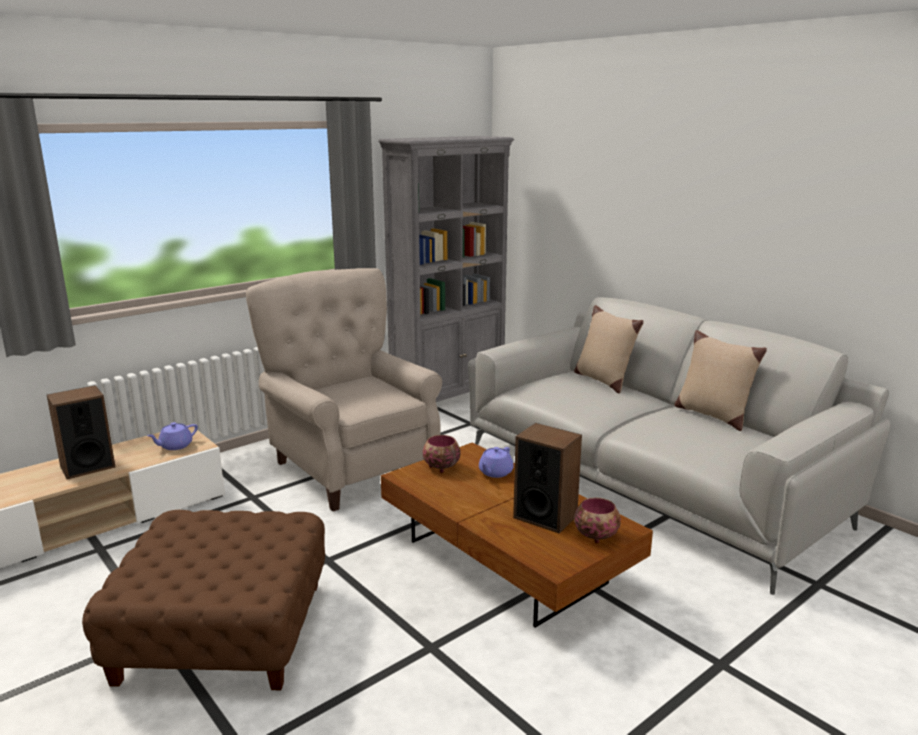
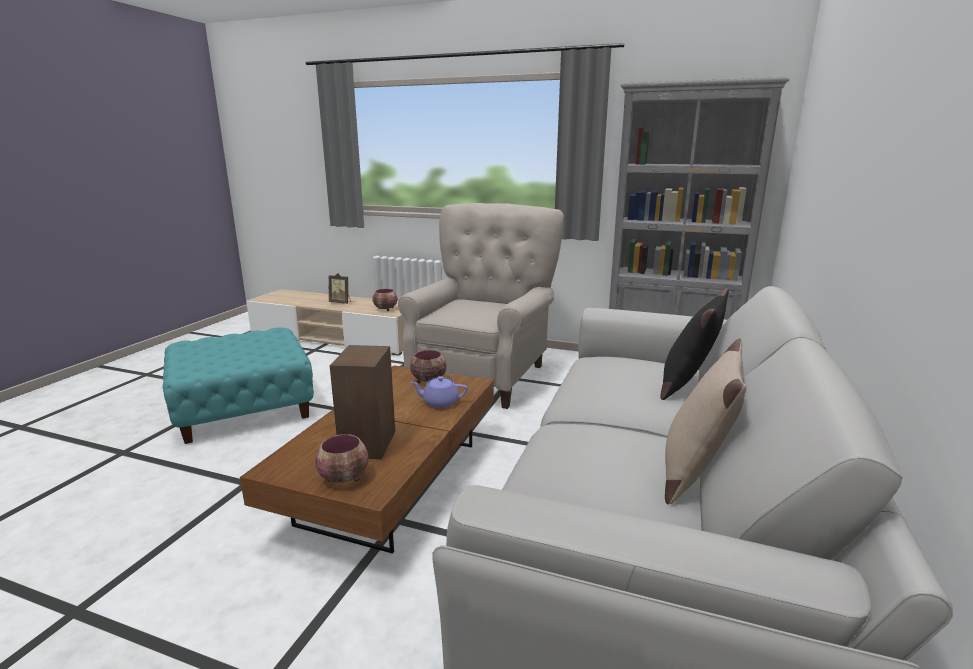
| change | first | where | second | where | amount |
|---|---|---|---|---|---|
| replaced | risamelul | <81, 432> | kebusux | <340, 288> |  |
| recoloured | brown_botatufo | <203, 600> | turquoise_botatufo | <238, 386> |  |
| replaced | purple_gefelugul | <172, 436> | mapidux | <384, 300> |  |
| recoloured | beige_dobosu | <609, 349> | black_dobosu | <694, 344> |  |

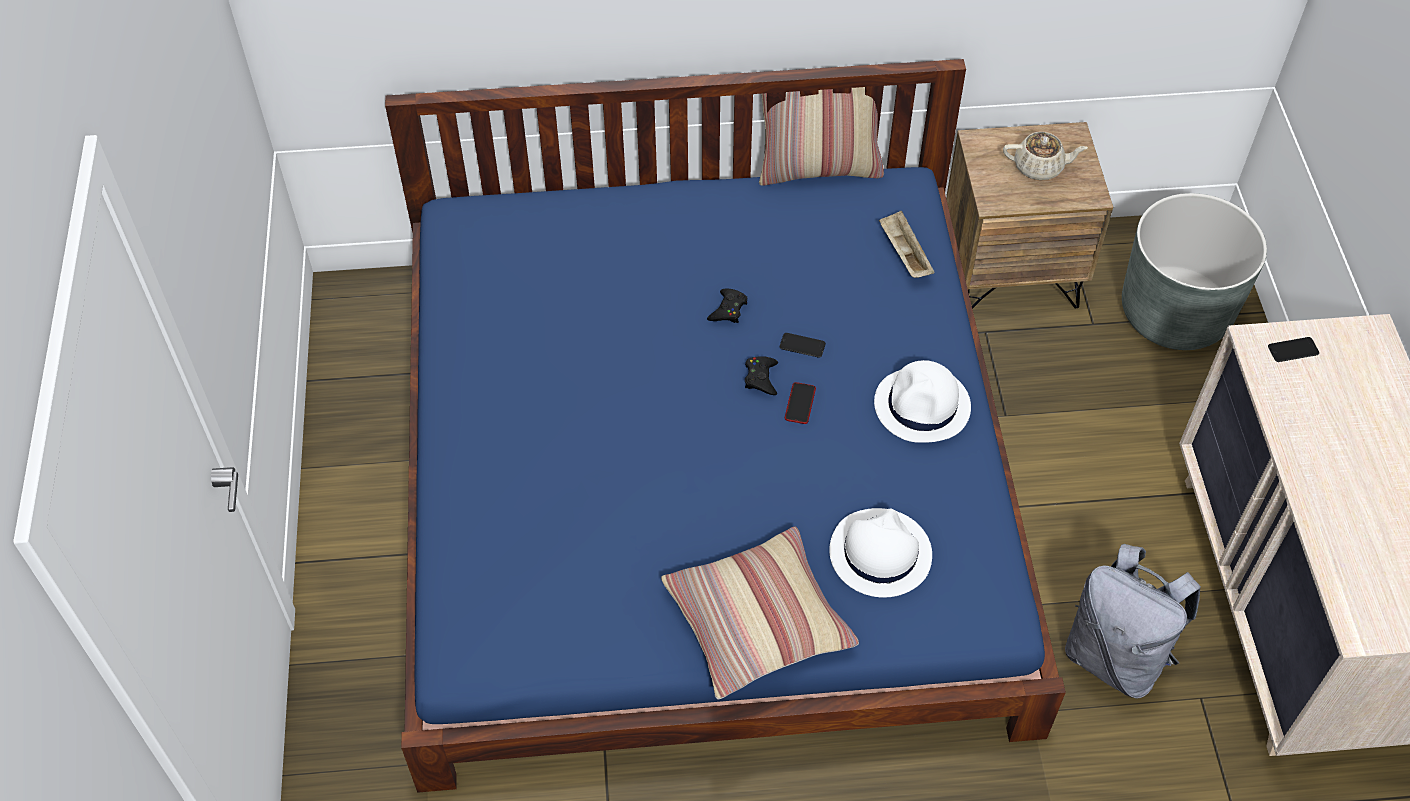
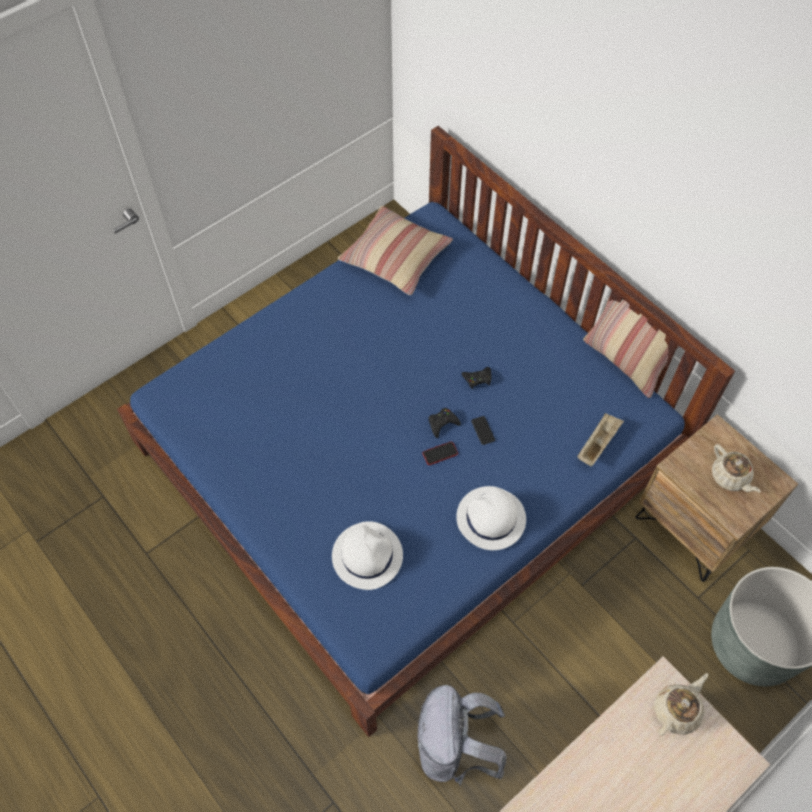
| change | first | where | second | where | amount |
|---|---|---|---|---|---|
| moved | dobosu | <760, 613> |  | <395, 250> |  |
| replaced | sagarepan | <1293, 349> | beige_gefelugul | <681, 704> |  |

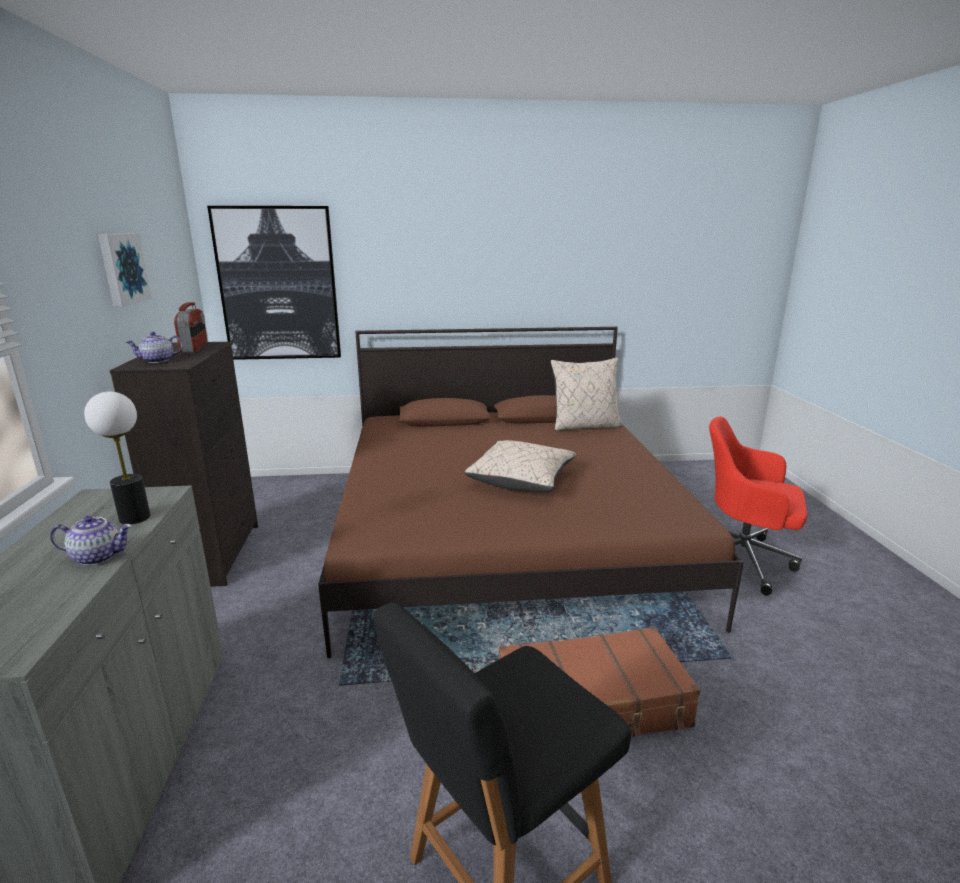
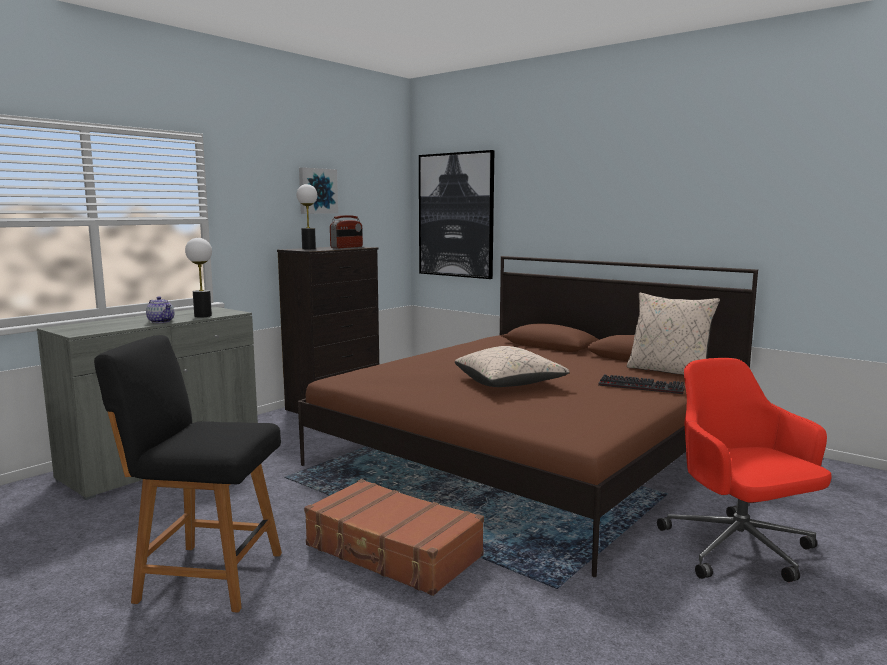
| change | first | where | second | where | amount |
|---|---|---|---|---|---|
| replaced | gefelugul | <154, 347> | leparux | <307, 216> |  |
| added |  |  | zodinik | <641, 384> |  |

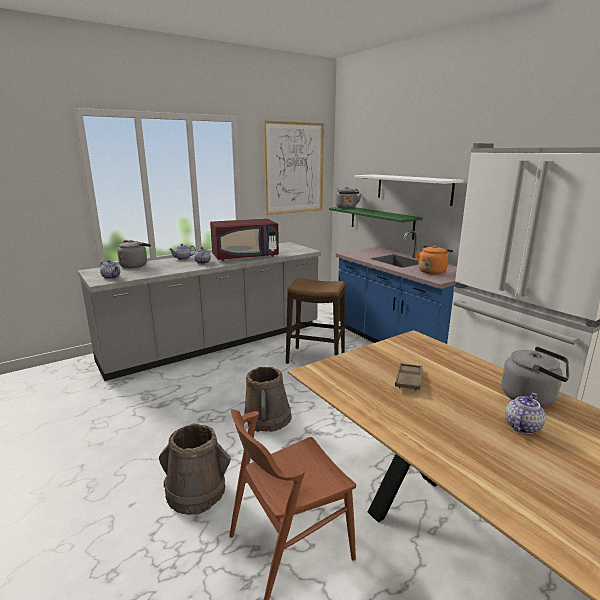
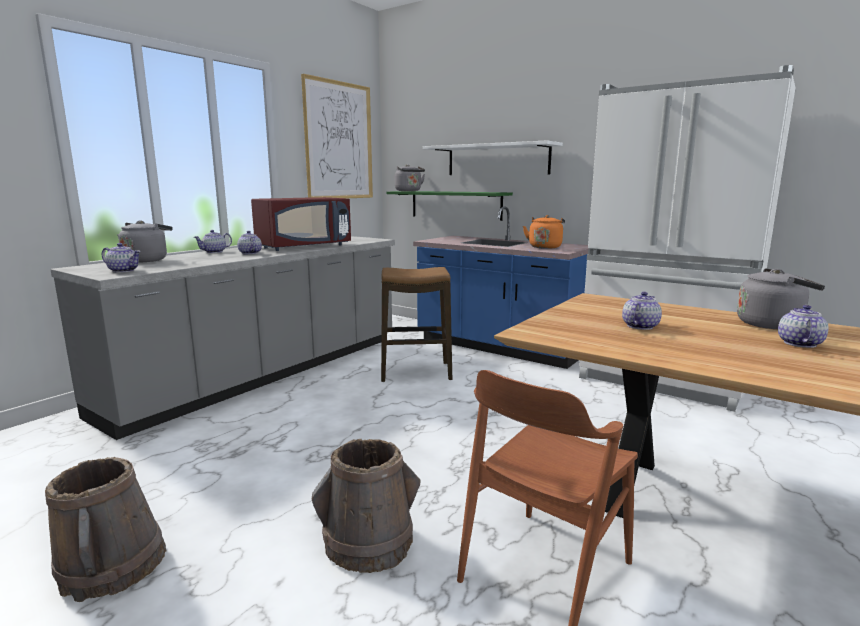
| change | first | where | second | where | amount |
|---|---|---|---|---|---|
| moved | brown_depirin | <268, 399> |  | <105, 529> |  |
| replaced | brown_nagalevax | <408, 377> | gefelugul | <642, 311> |  |

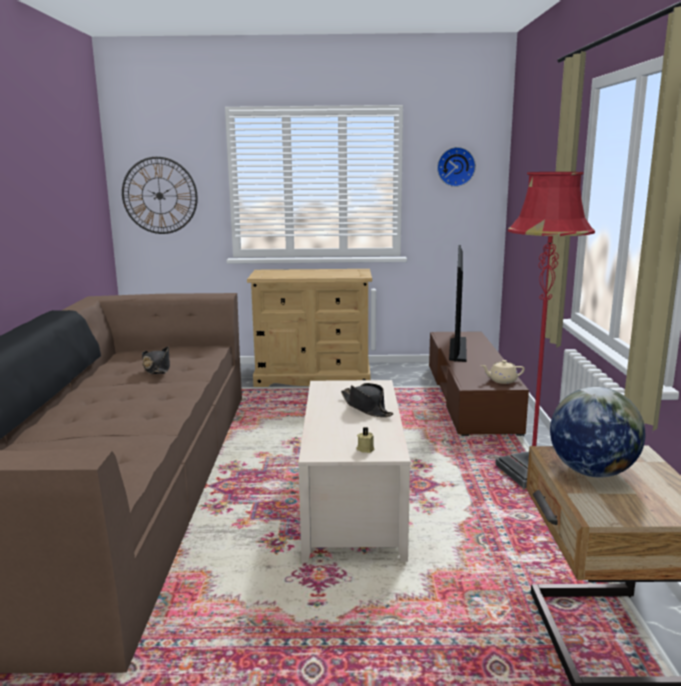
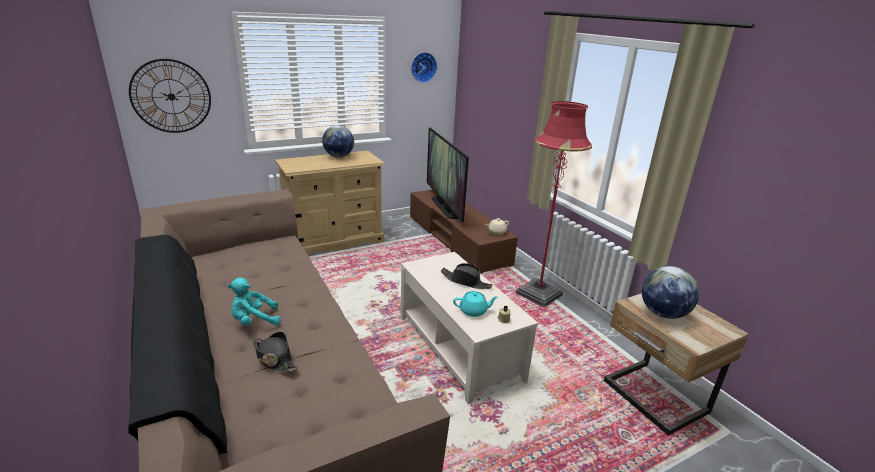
| change | first | where | second | where | amount |
|---|---|---|---|---|---|
| moved | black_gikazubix | <156, 360> |  | <275, 351> |  |
| added |  |  | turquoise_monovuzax | <254, 302> |  |
| added |  |  | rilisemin | <338, 141> |  |
| added |  |  | turquoise_gefelugul | <475, 304> |  |

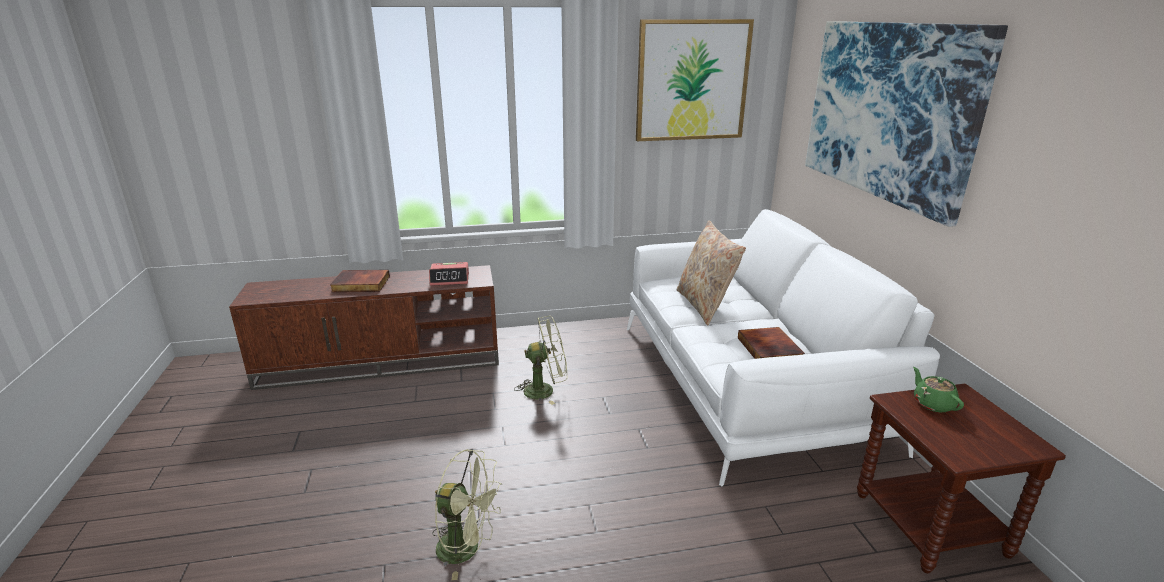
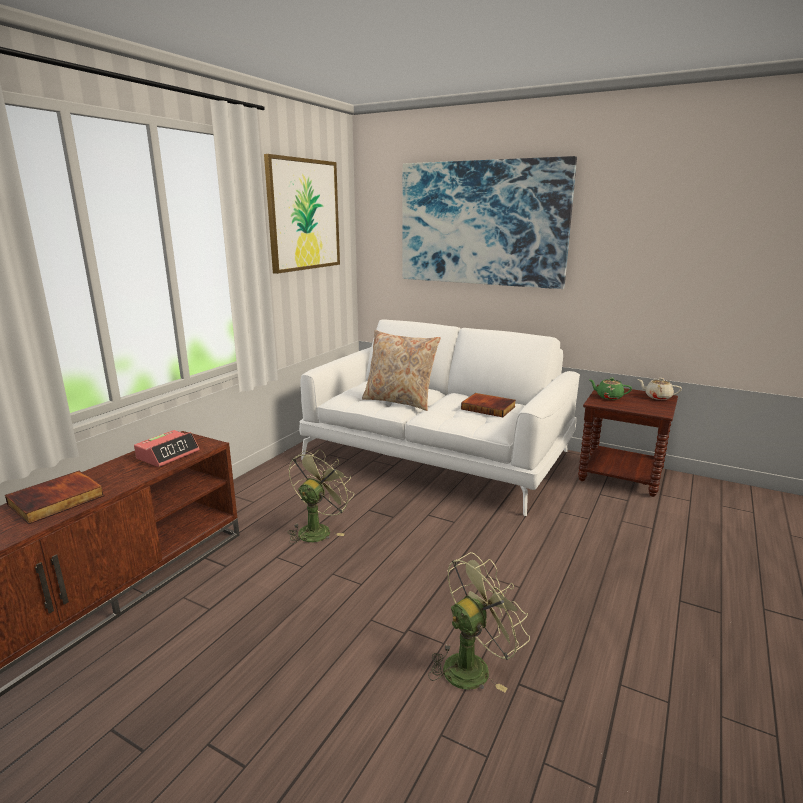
| change | first | where | second | where | amount |
|---|---|---|---|---|---|
| added |  |  | beige_gefelugul | <659, 389> |  |

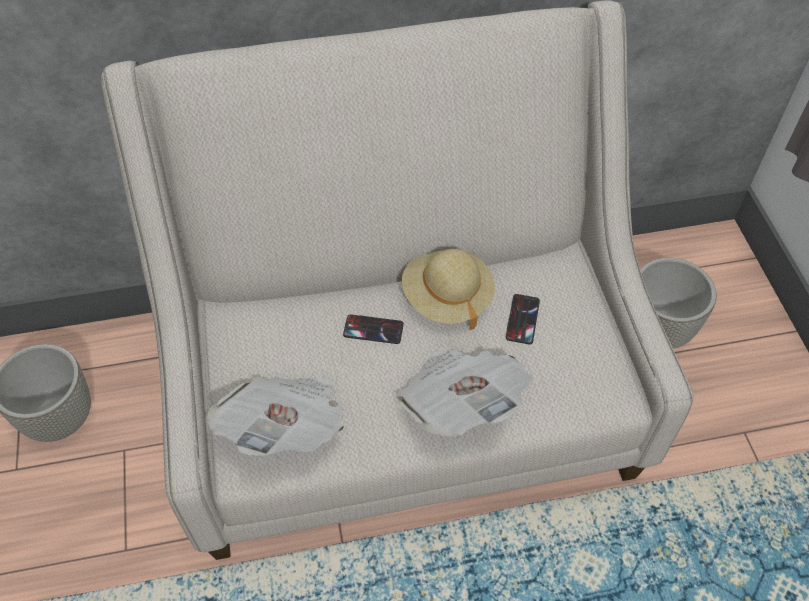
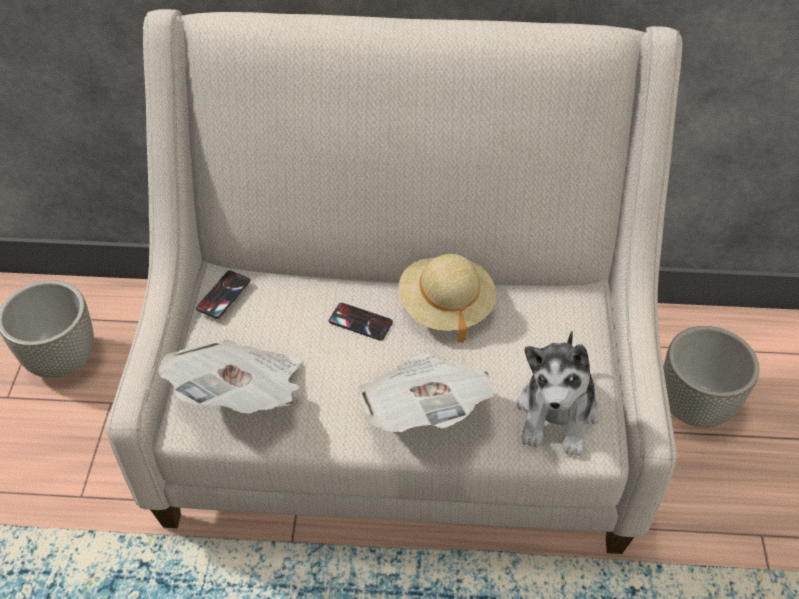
| change | first | where | second | where | amount |
|---|---|---|---|---|---|
| moved | sagarepan | <523, 319> |  | <223, 294> |  |
| added |  |  | monovuzax | <558, 393> |  |

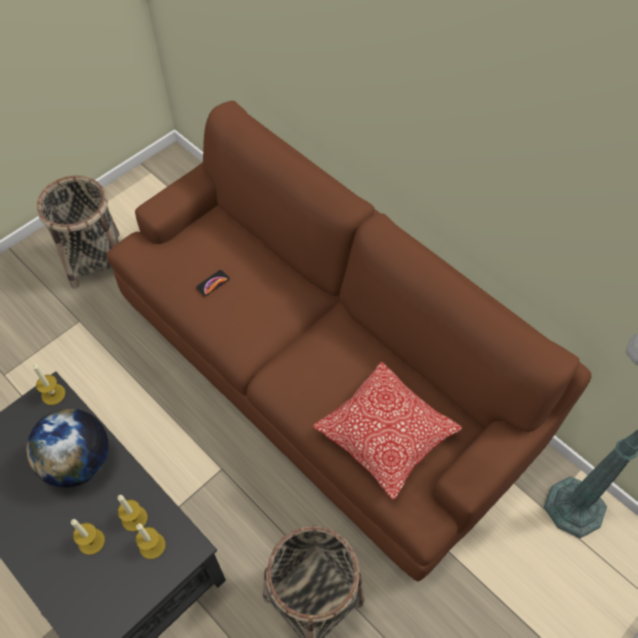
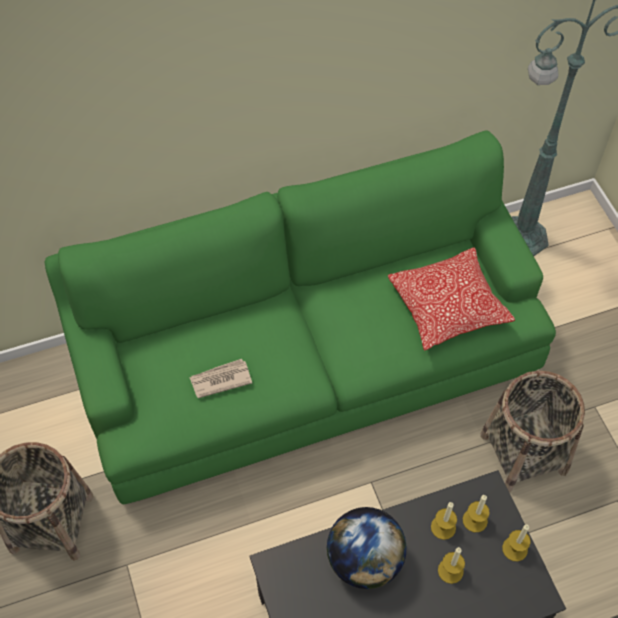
| change | first | where | second | where | amount |
|---|---|---|---|---|---|
| moved | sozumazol | <49, 384> |  | <516, 543> |  |
| recoloured | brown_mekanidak | <349, 341> | green_mekanidak | <300, 317> |  |
| replaced | sagarepan | <213, 283> | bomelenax | <220, 378> |  |

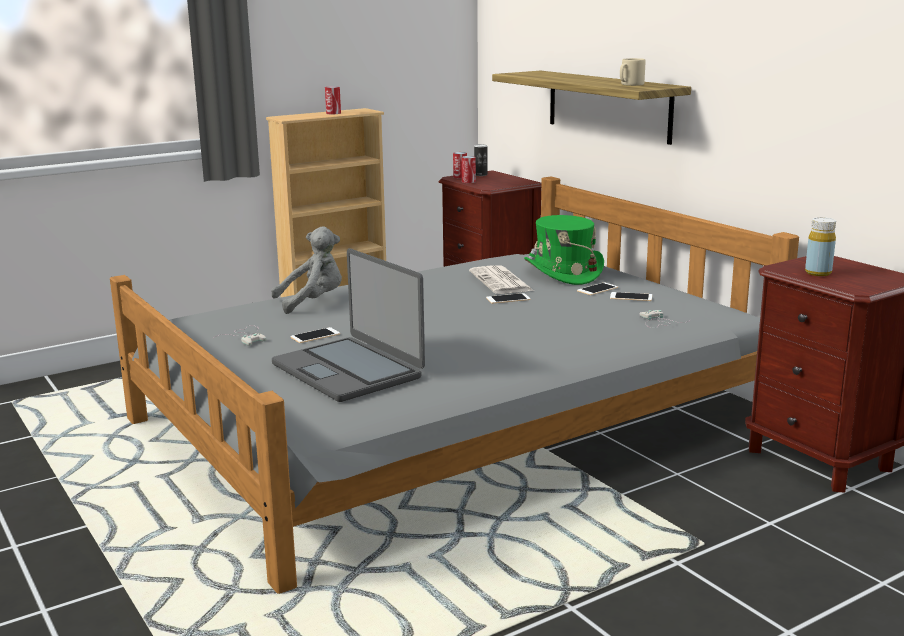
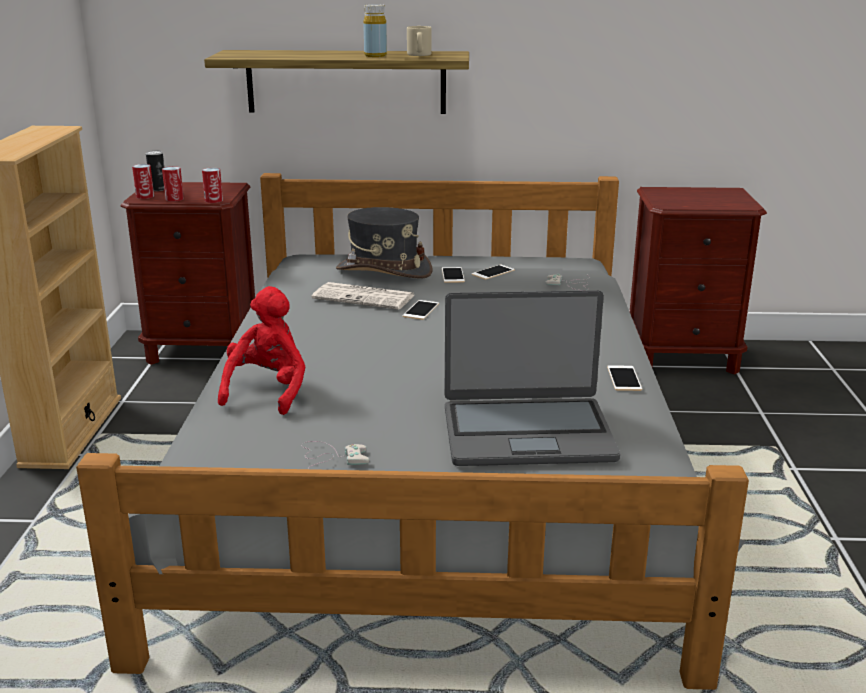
| change | first | where | second | where | amount |
|---|---|---|---|---|---|
| recoloured | grey_monovuzax | <306, 270> | red_monovuzax | <261, 350> |  |
| moved | sagarepan | <315, 335> |  | <624, 378> |  |
| moved | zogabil | <333, 100> |  | <212, 185> |  |
| recoloured | green_gikazubix | <564, 250> | grey_gikazubix | <384, 243> |  |
| moved | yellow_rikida | <820, 246> |  | <375, 30> |  |

